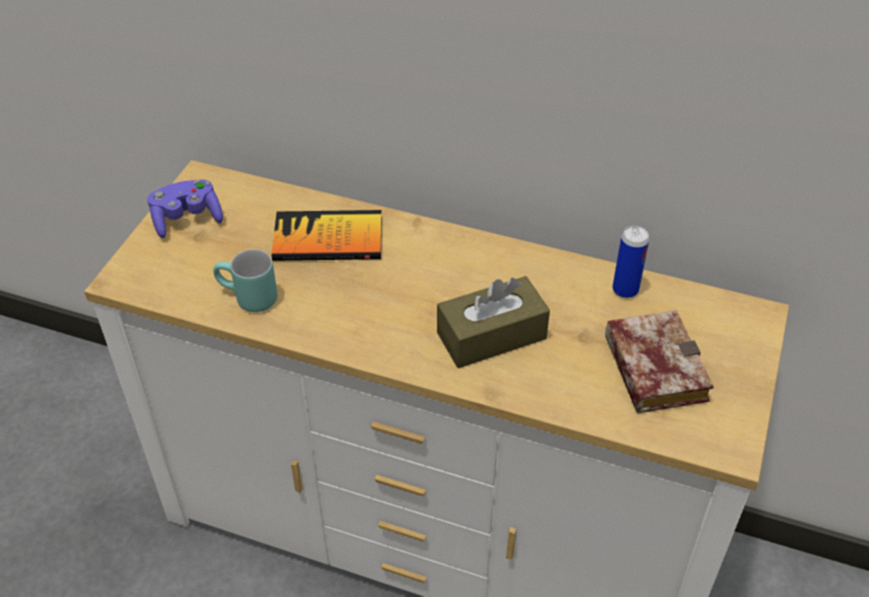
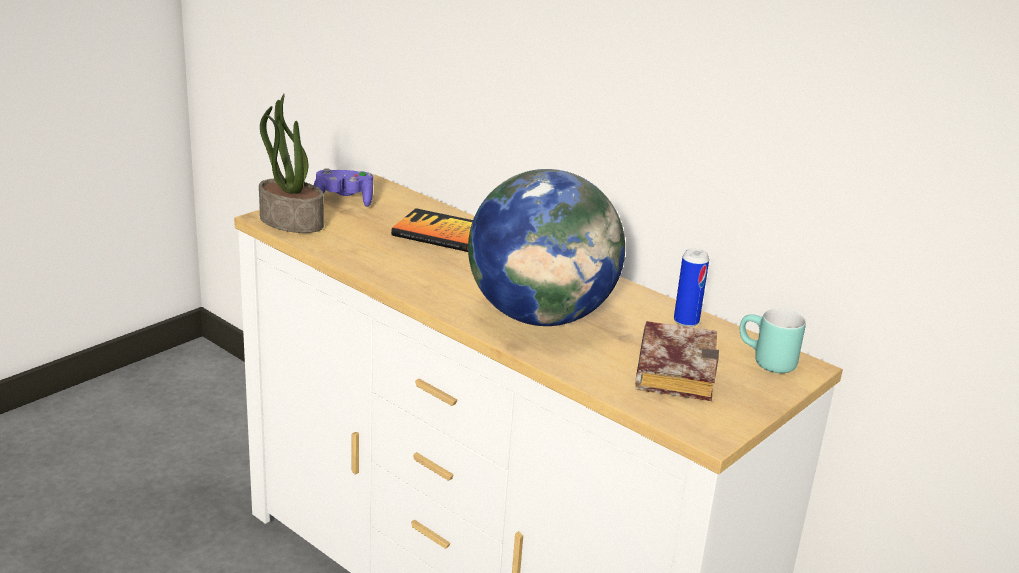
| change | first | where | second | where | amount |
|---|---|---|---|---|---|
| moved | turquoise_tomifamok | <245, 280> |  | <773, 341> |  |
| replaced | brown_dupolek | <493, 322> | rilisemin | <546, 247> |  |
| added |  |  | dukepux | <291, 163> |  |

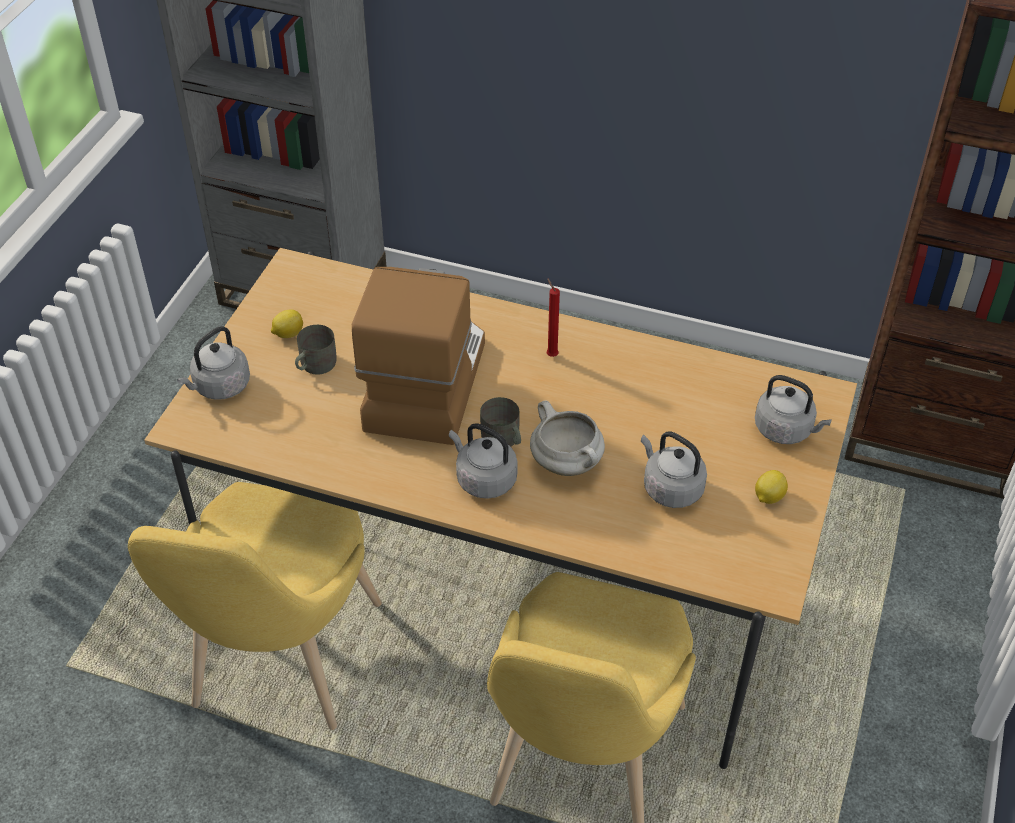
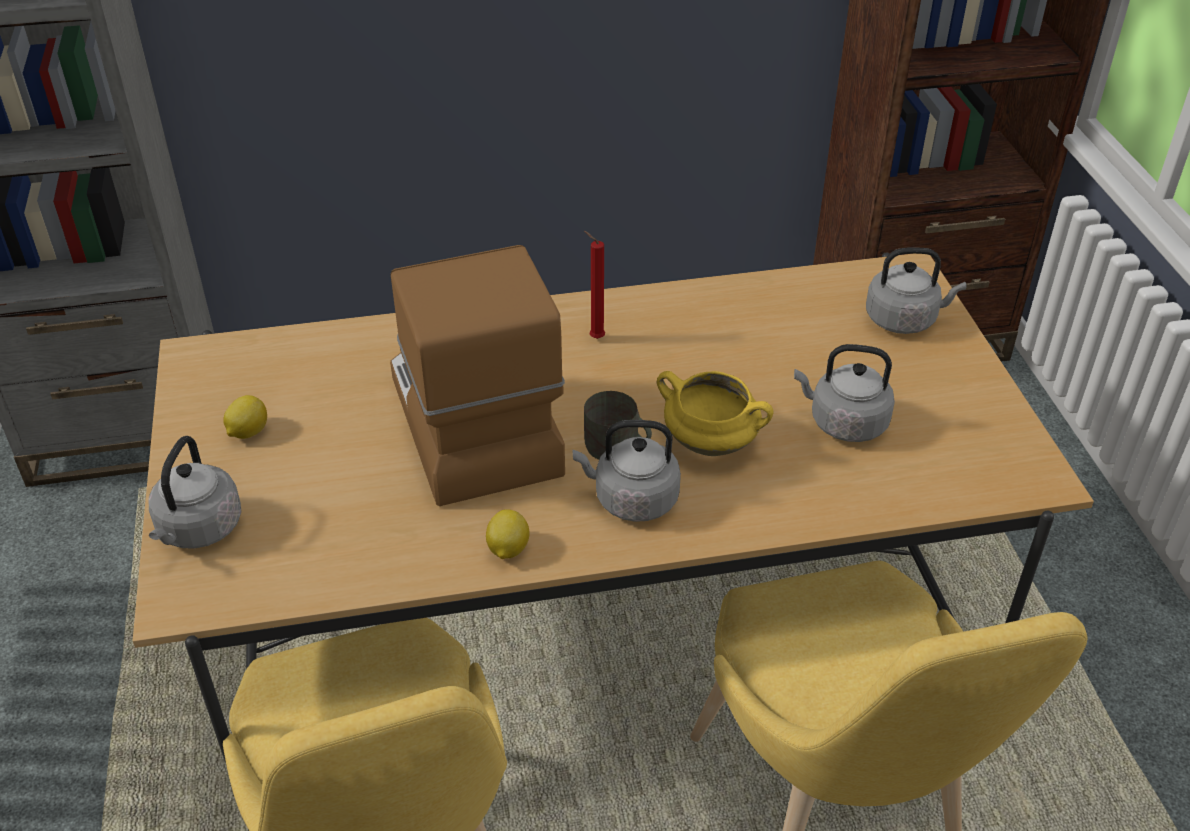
| change | first | where | second | where | amount |
|---|---|---|---|---|---|
| removed | grey_tomifamok | <316, 350> |  |  |  |
| recoloured | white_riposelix | <567, 438> | yellow_riposelix | <715, 413> |  |
| moved | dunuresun | <771, 487> |  | <508, 534> |  |

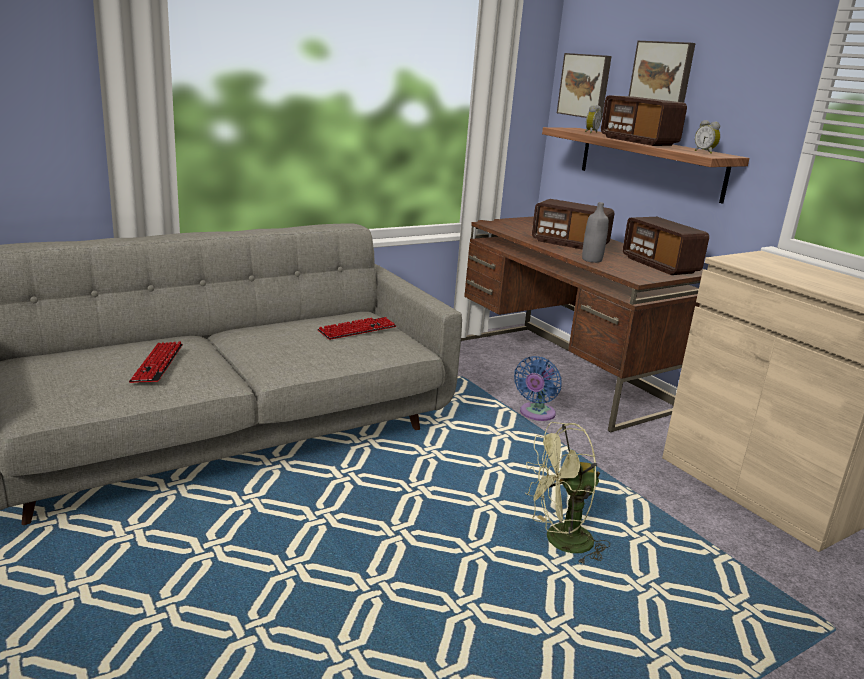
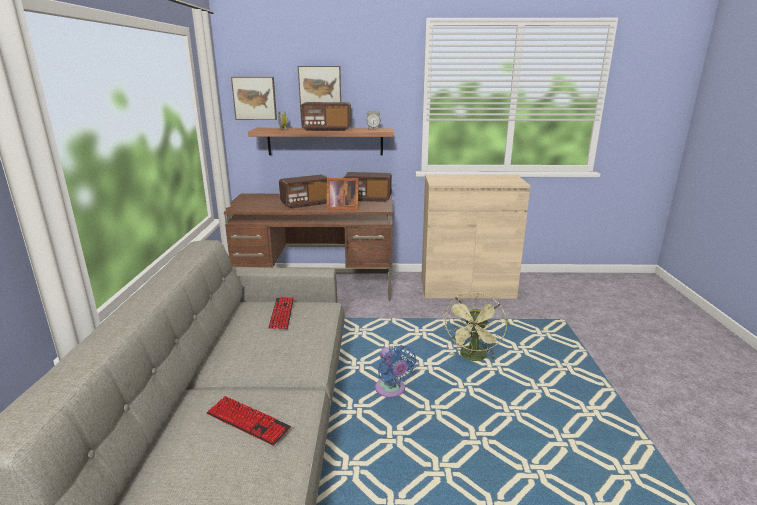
| change | first | where | second | where | amount |
|---|---|---|---|---|---|
| moved | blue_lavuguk | <538, 388> |  | <395, 371> |  |
| replaced | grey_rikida | <595, 232> | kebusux | <343, 194> |  |

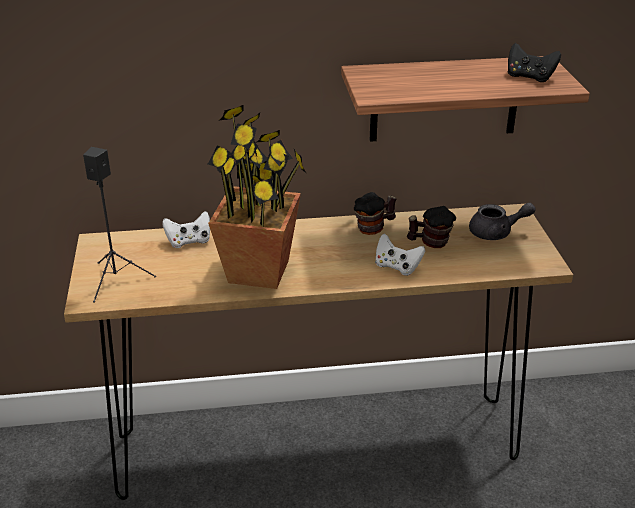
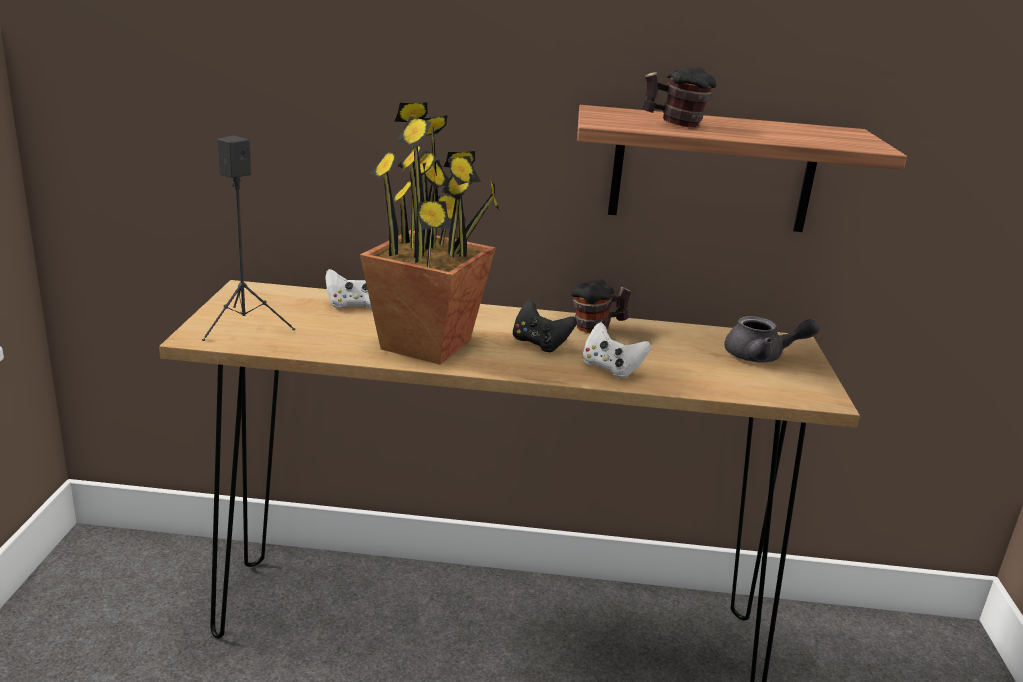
| change | first | where | second | where | amount |
|---|---|---|---|---|---|
| moved | tomifamok | <431, 227> |  | <678, 98> |  |
| moved | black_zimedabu | <534, 62> |  | <545, 326> |  |

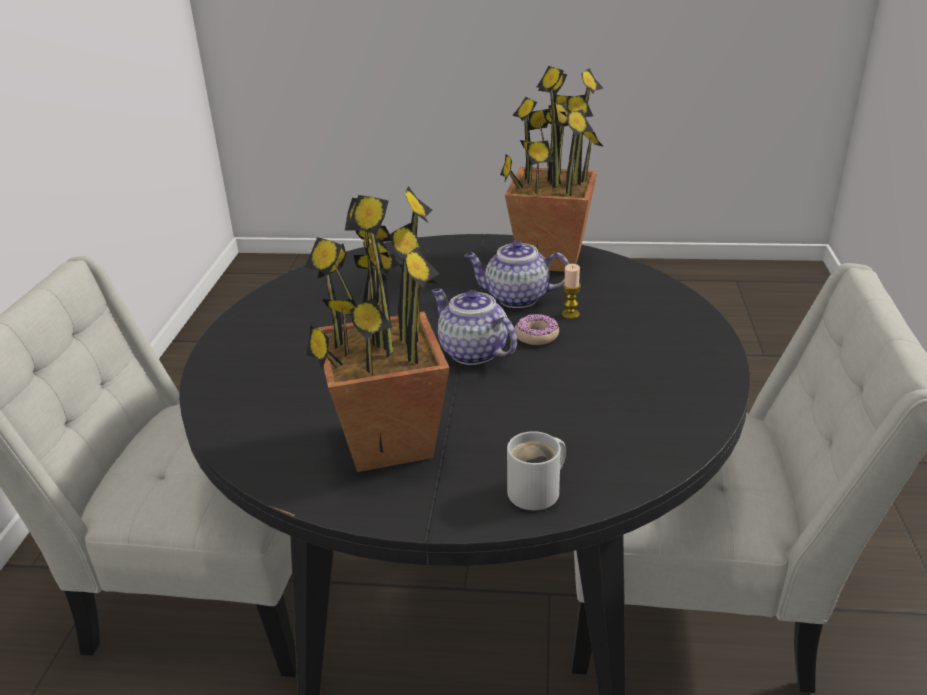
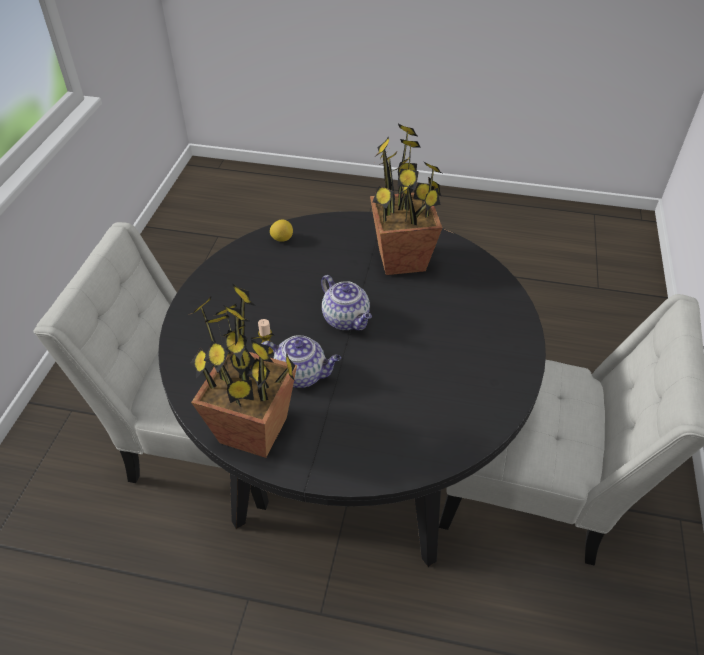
| change | first | where | second | where | amount |
|---|---|---|---|---|---|
| removed | white_tomifamok | <536, 470> |  |  |  |
| removed | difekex | <536, 329> |  |  |  |
| added |  |  | dunuresun | <281, 230> |  |

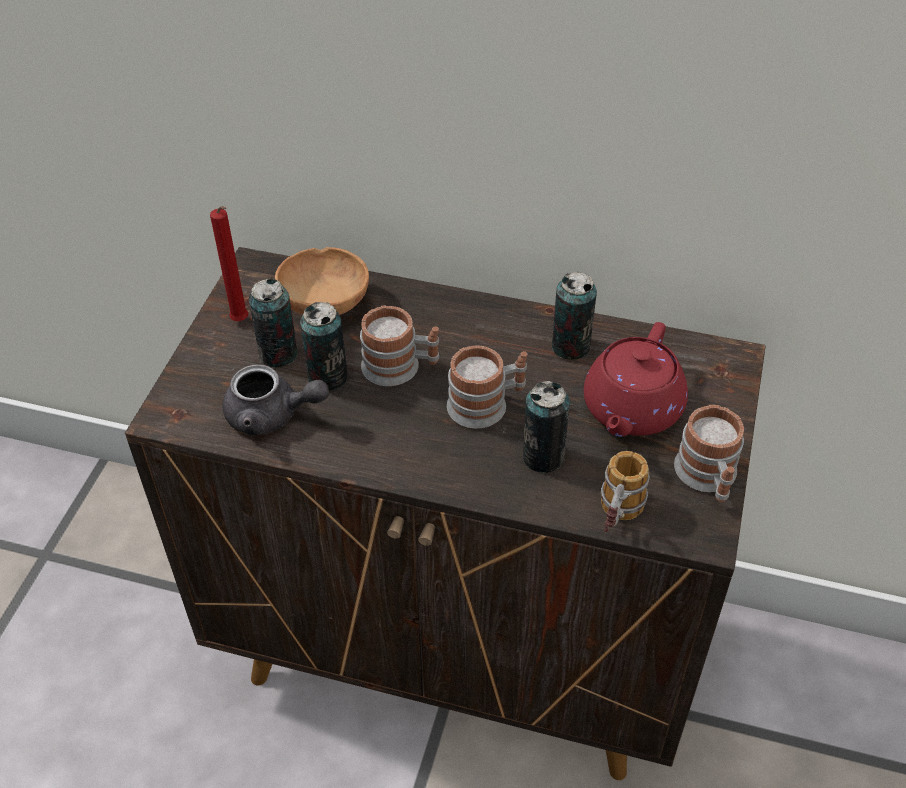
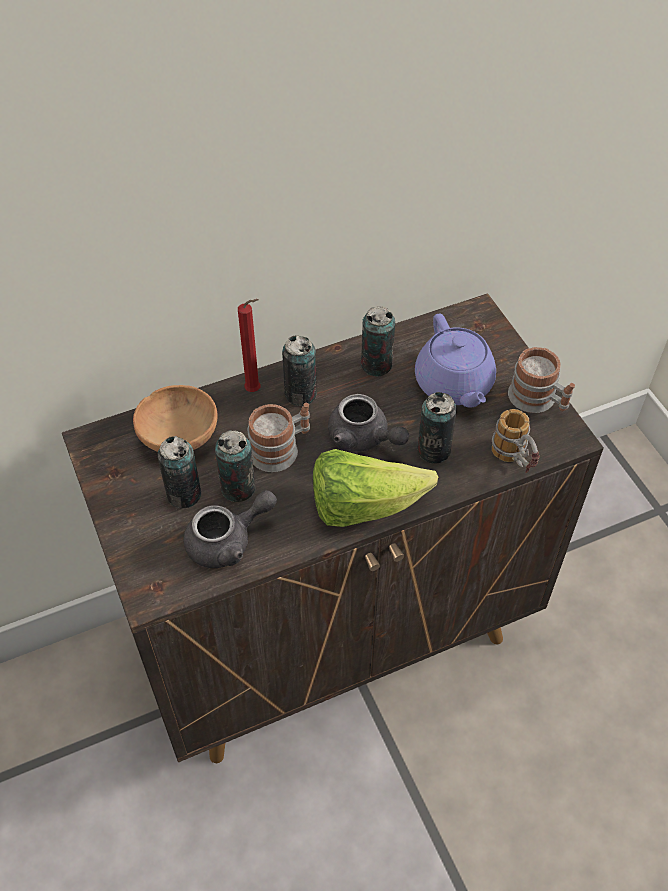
| change | first | where | second | where | amount |
|---|---|---|---|---|---|
| moved | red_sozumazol | <229, 263> |  | <249, 345> |  |
| replaced | tomifamok | <487, 386> | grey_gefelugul | <368, 422> |  |
| recoloured | red_gefelugul | <636, 379> | purple_gefelugul | <455, 361> |  |
| added |  |  | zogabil | <299, 370> |  |
| added |  |  | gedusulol | <375, 488> |  |

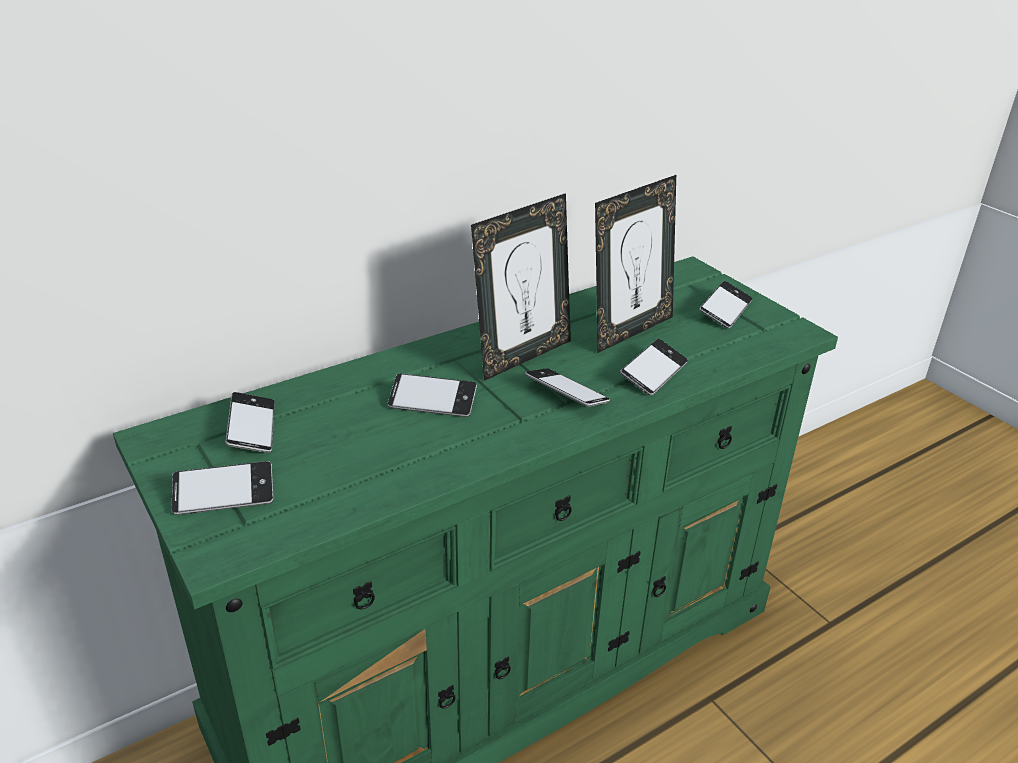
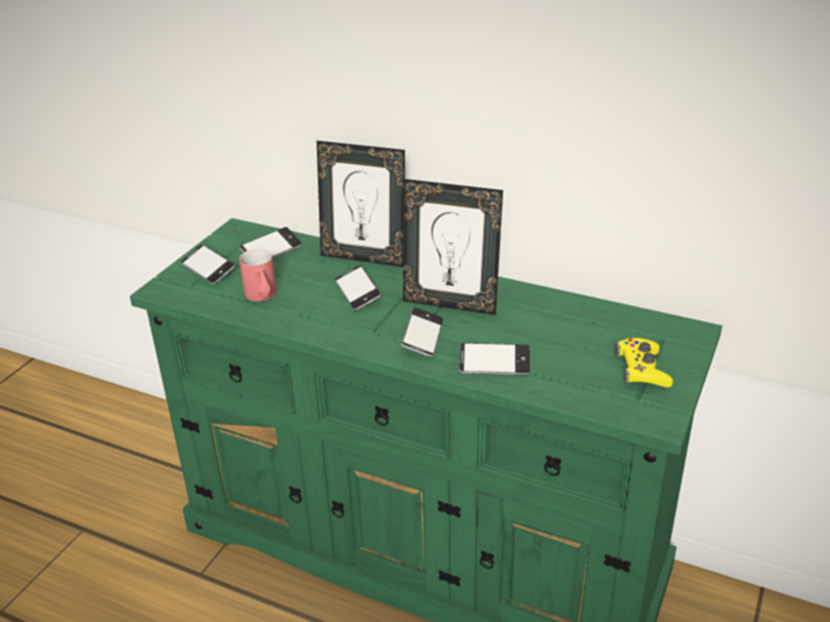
| change | first | where | second | where | amount |
|---|---|---|---|---|---|
| moved | kebusux | <635, 264> |  | <361, 204> |  |
| replaced | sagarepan | <725, 305> | yellow_zimedabu | <644, 363> |  |
| added |  |  | red_tomifamok | <258, 275> |  |

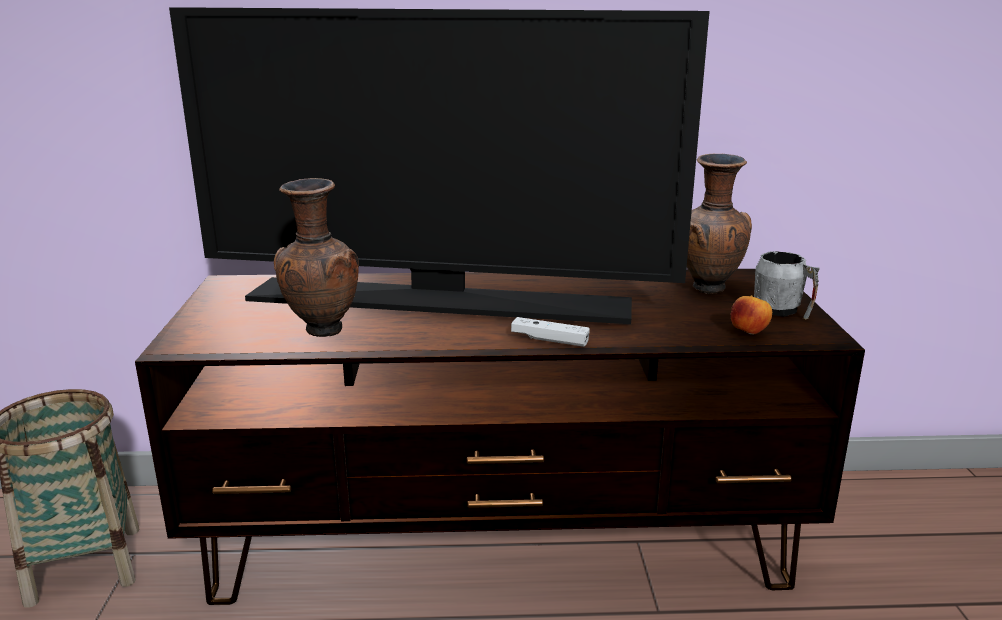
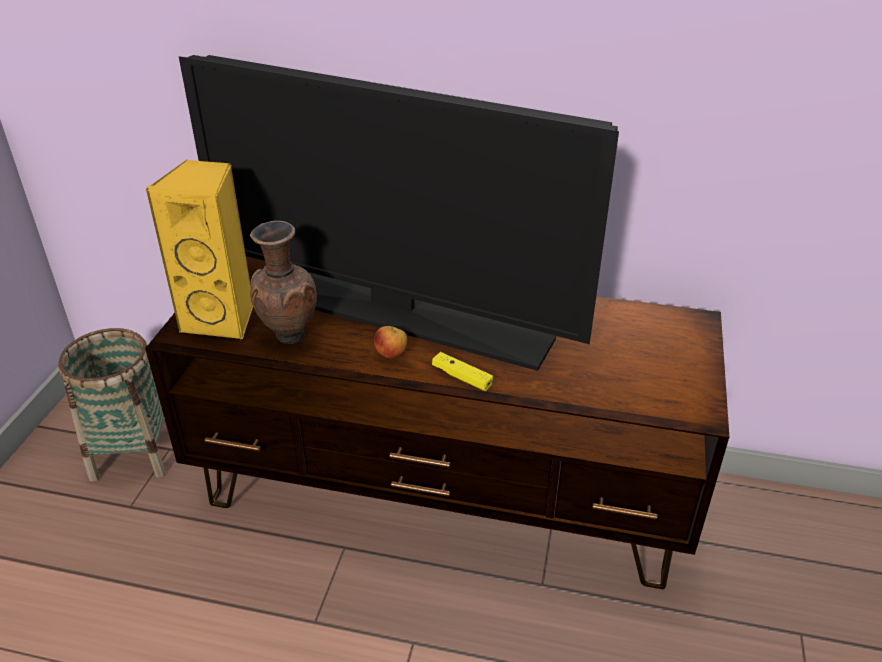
| change | first | where | second | where | amount |
|---|---|---|---|---|---|
| recoloured | white_zimedabu | <550, 332> | yellow_zimedabu | <462, 371> |  |
| removed | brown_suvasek | <719, 224> |  |  |  |
| moved | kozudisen | <751, 315> |  | <390, 342> |  |
| removed | grey_tomifamok | <787, 285> |  |  |  |
| added |  |  | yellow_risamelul | <199, 250> |  |

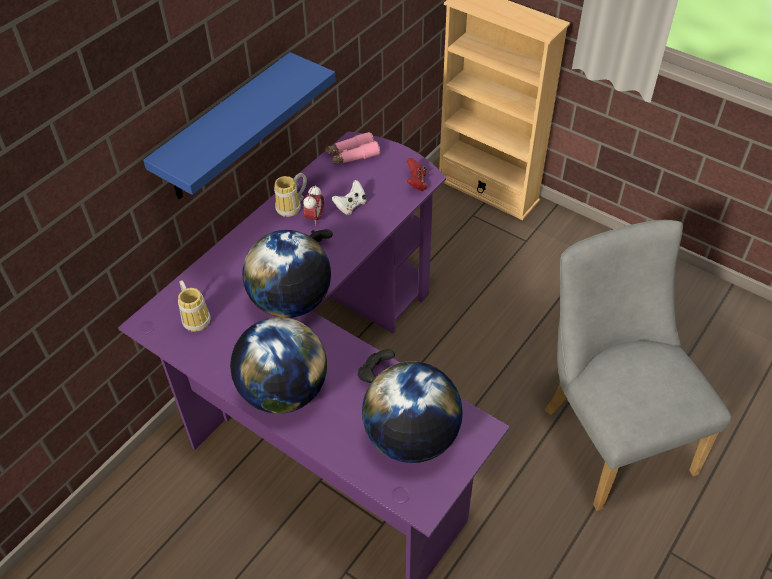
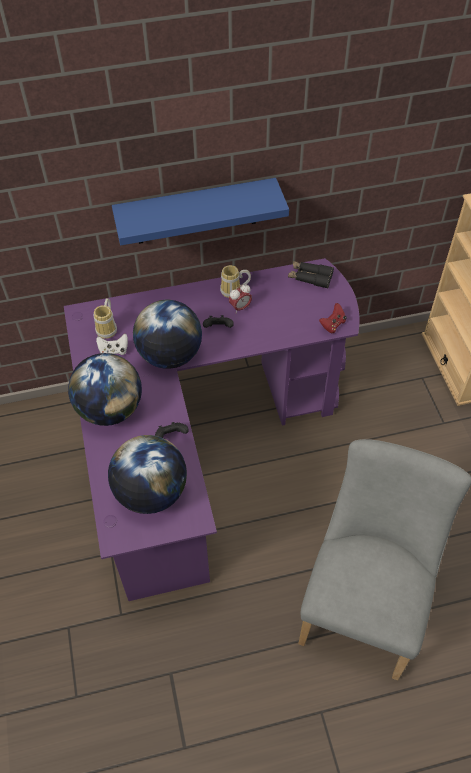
| change | first | where | second | where | amount |
|---|---|---|---|---|---|
| recoloured | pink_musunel | <352, 148> | black_musunel | <311, 274> |  |
| moved | white_zimedabu | <349, 197> |  | <112, 344> |  |

